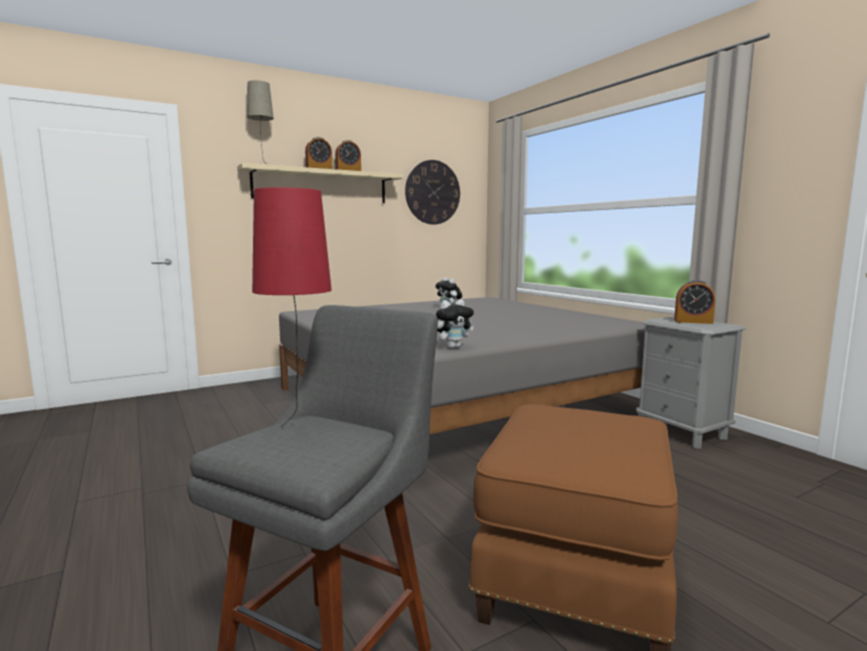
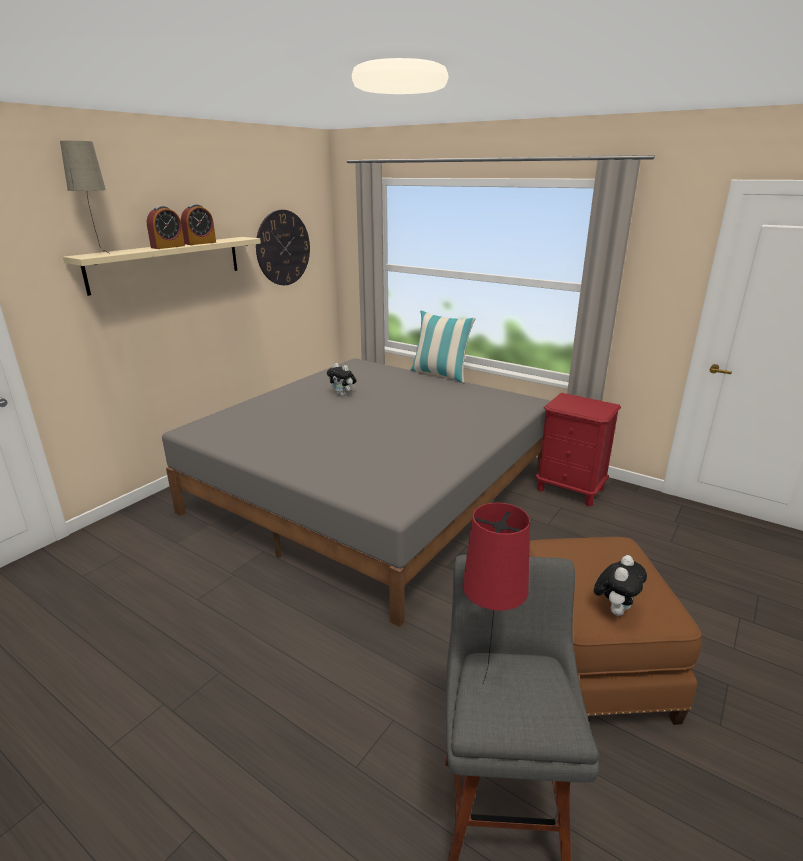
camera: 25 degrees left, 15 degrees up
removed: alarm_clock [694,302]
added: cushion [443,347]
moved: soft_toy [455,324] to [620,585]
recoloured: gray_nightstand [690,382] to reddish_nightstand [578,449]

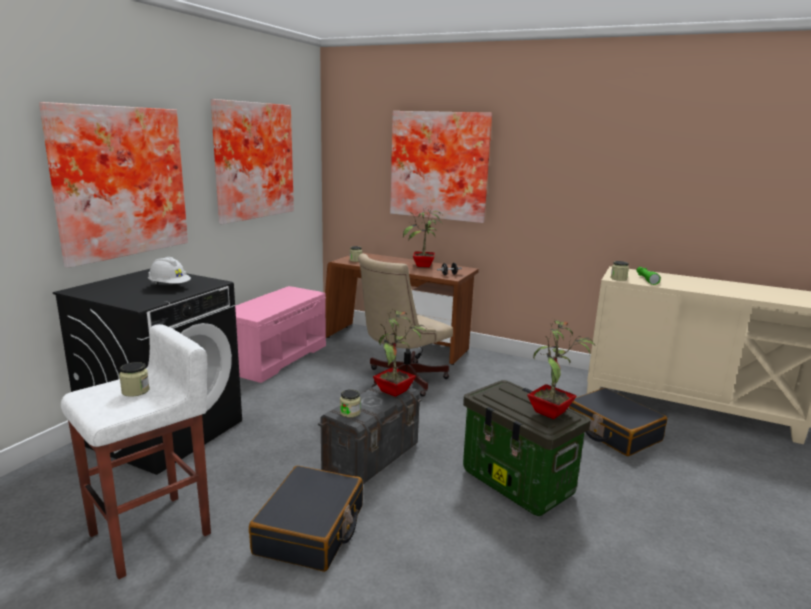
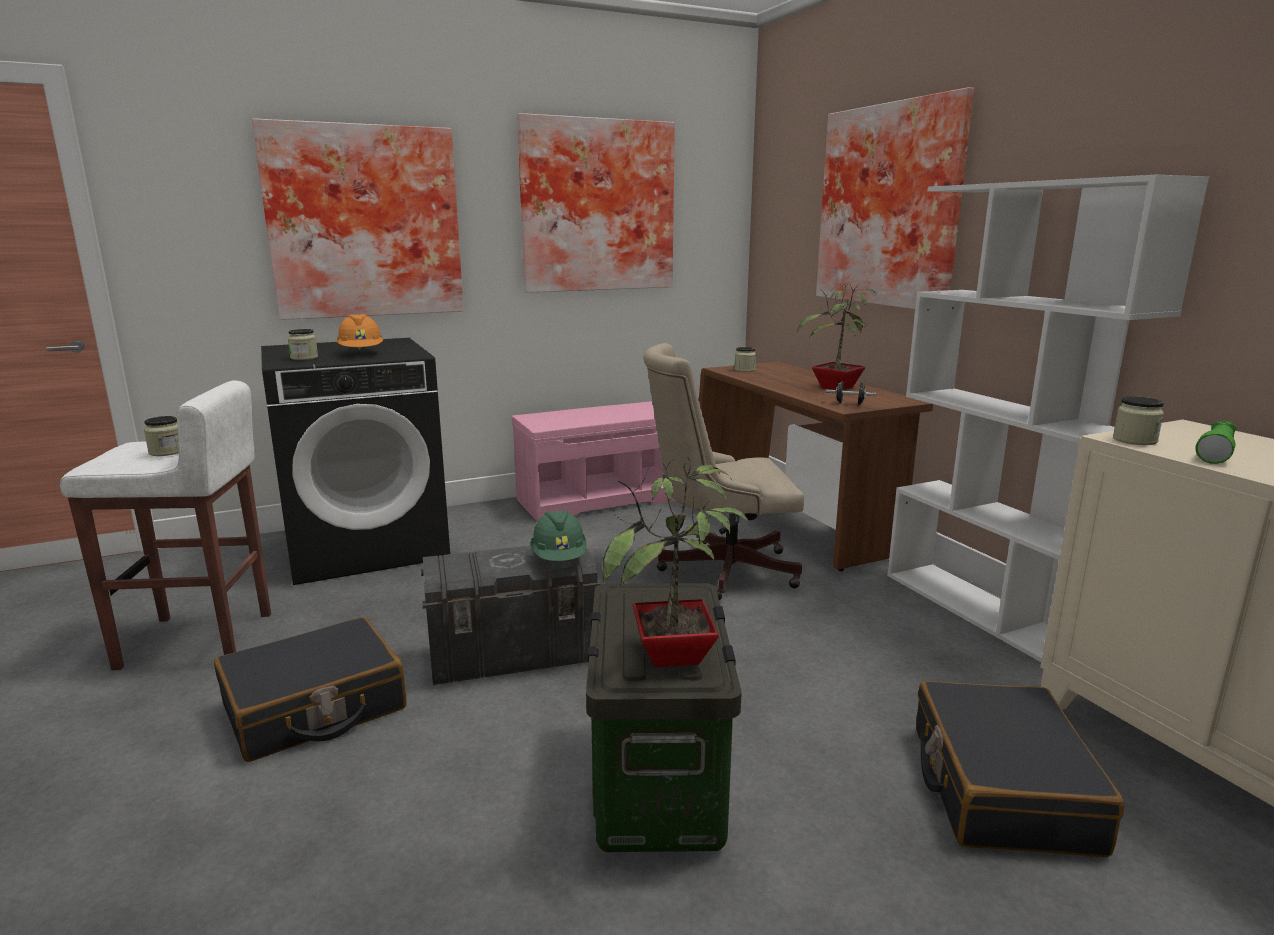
camera: 40 degrees right, 0 degrees up
added: whitish_shelving_unit [1048,418]
moved: preserve_jar [350,403] to [303,344]
replaced: potted_plant [400,353] to greenish_work_helmet [558,535]
recoloured: whitish_work_helmet [169,270] to orange_work_helmet [359,332]

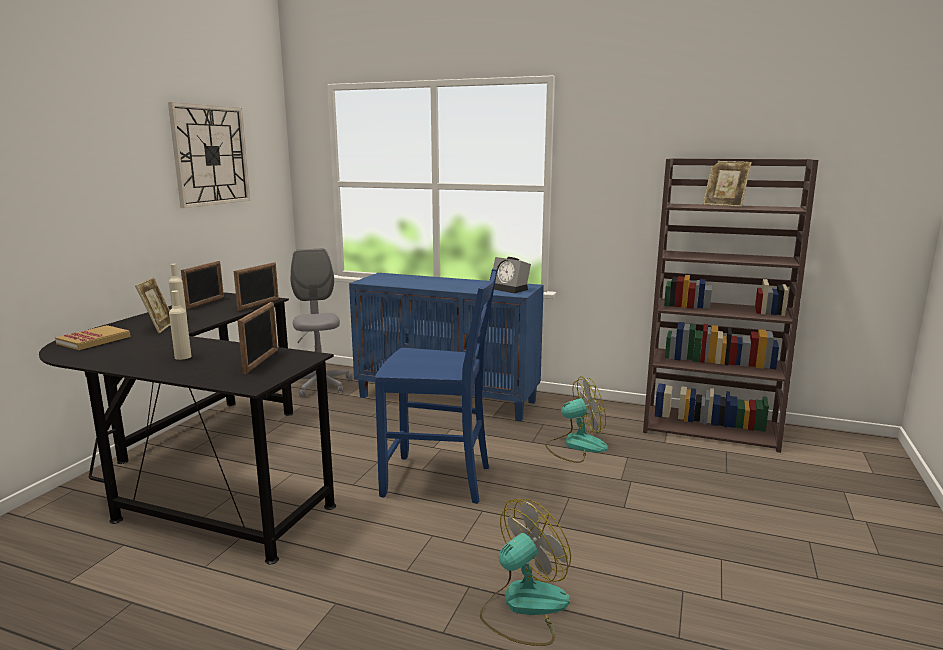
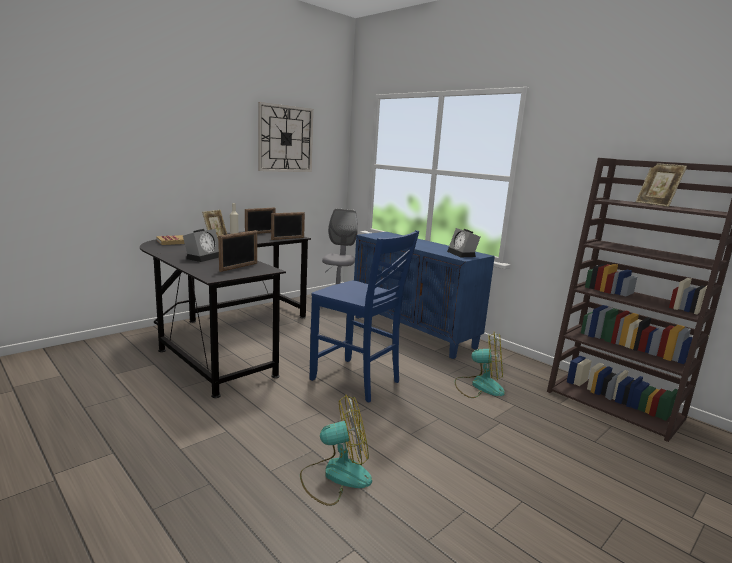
camera: 25 degrees right, 0 degrees up
replaced: sand-coloured_bottle [180,325] to alarm_clock [201,245]

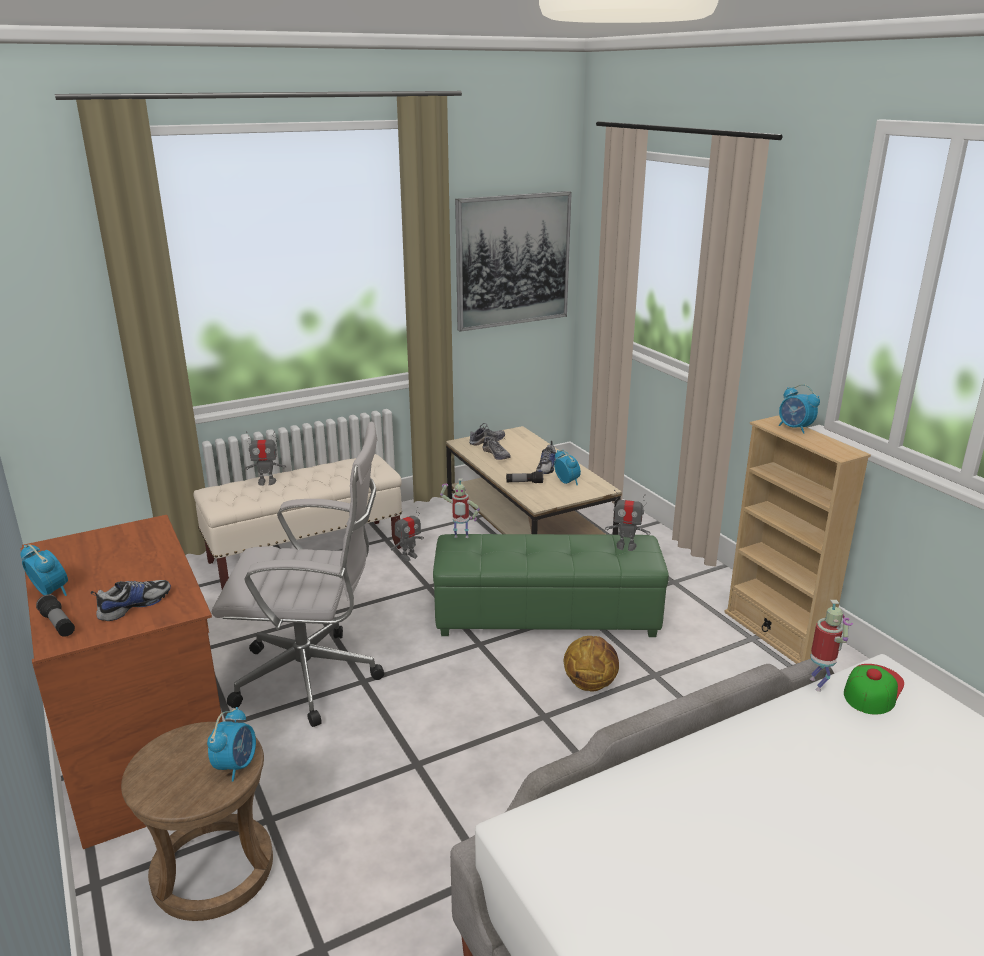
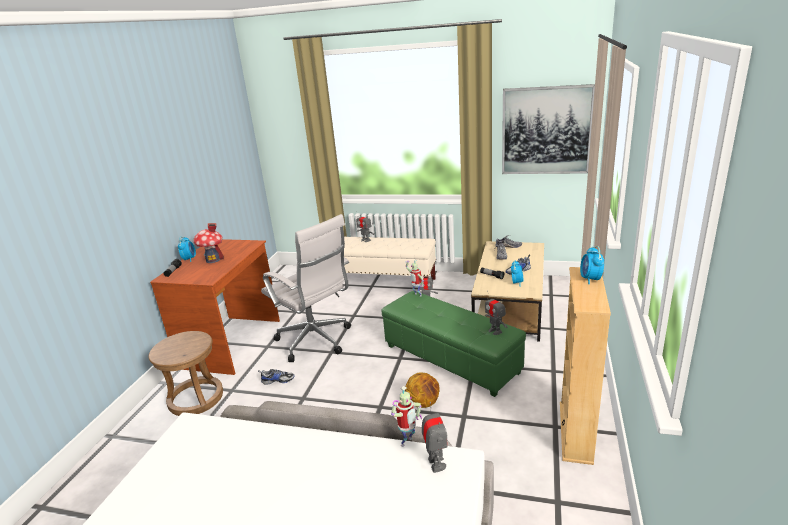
camera: 45 degrees right, 0 degrees up
removed: alarm_clock [231,744]
added: miniature_house [208,243]
moved: shoe [131,600] to [276,377]
replaced: peaked_cap [874,689] to toy_robot [435,437]

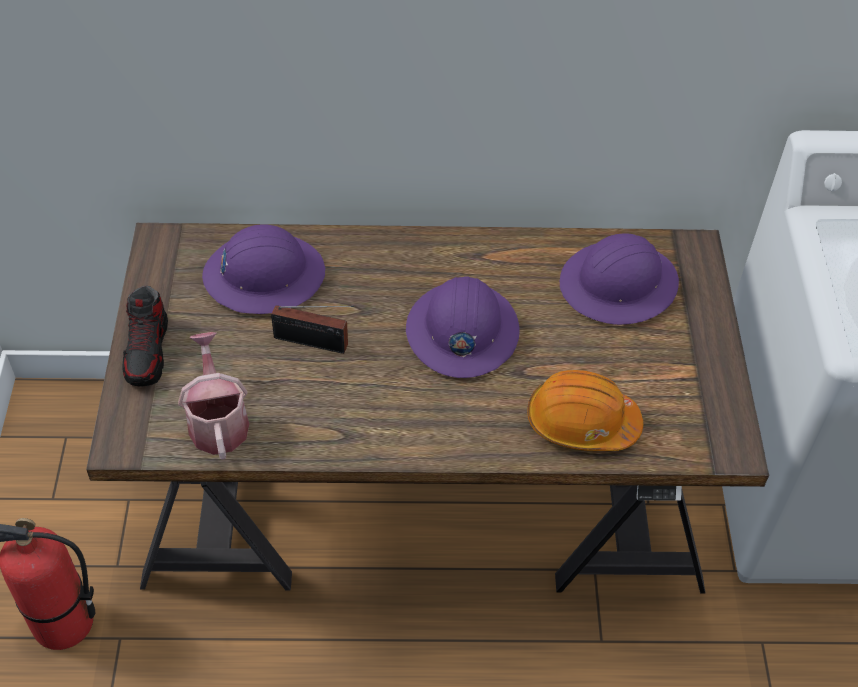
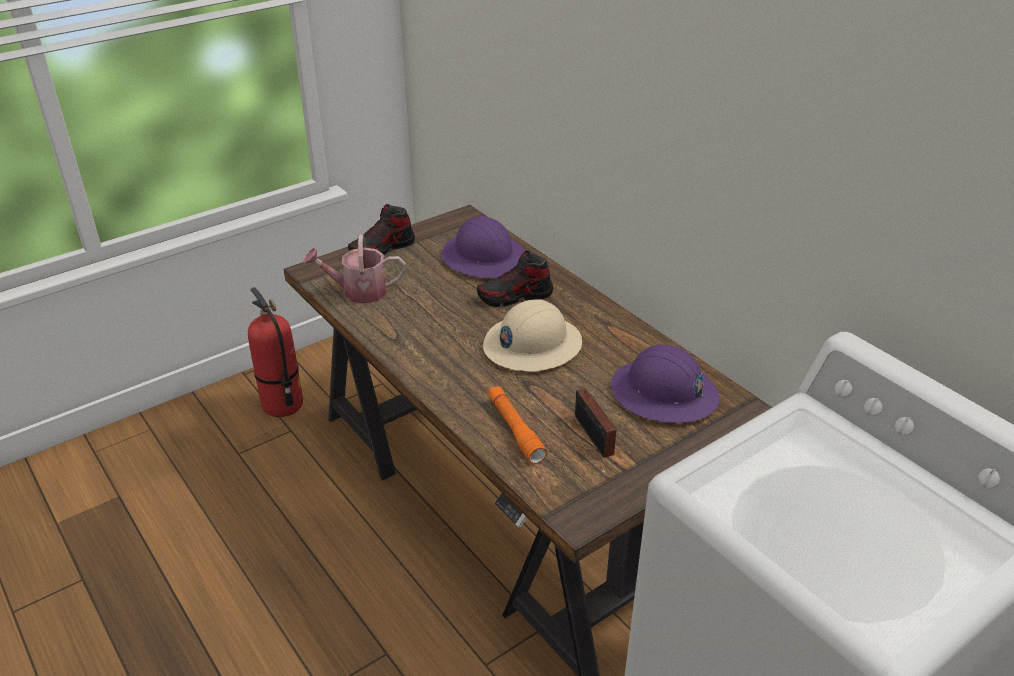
camera: 55 degrees right, 15 degrees down
added: shoe [515,279]
moved: radio_set [312,329] to [597,423]
replaced: orange_work_helmet [585,410] to orange_hand_torch [517,425]
recoloured: purplish_work_helmet [463,327] to sand-coloured_work_helmet [532,335]
turned: watering_can [213,396] = [354,268] 135 degrees counterclockwise

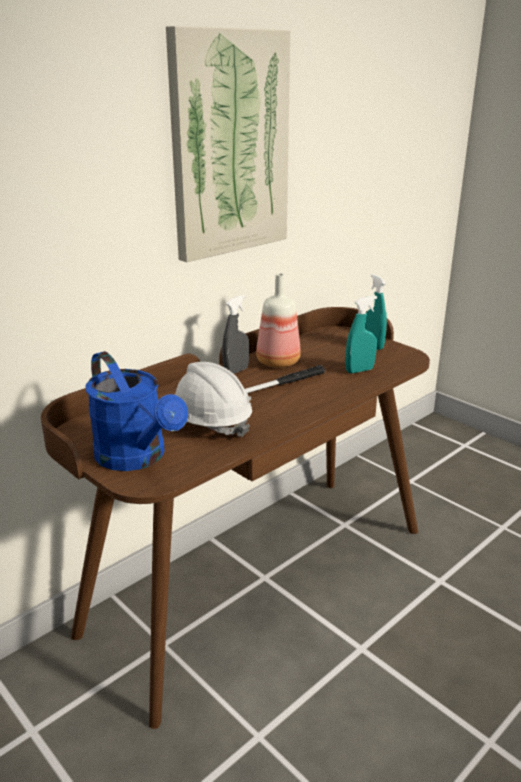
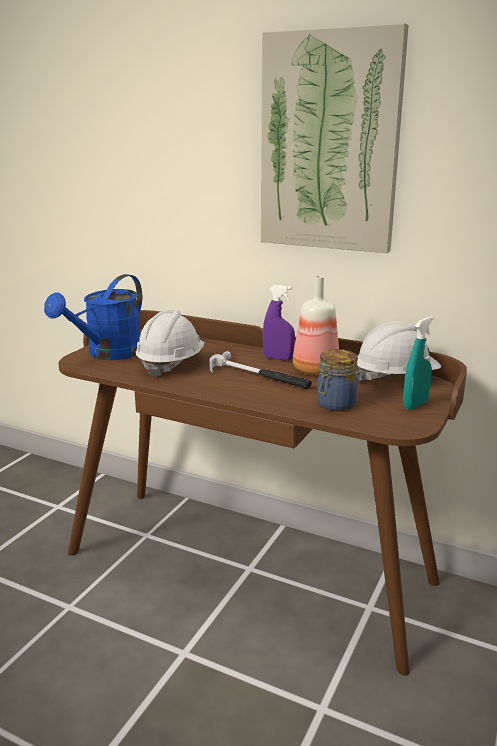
camera: 70 degrees right, 5 degrees down
added: whitish_work_helmet [398,351]
replaced: turquoise_spray_bottle [361,334] to preserve_jar [337,380]
recoloured: gray_spray_bottle [235,334] to purplish_spray_bottle [279,322]

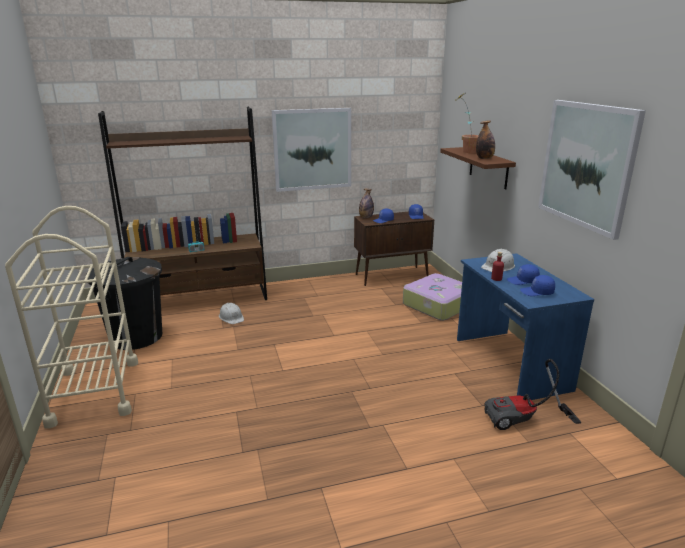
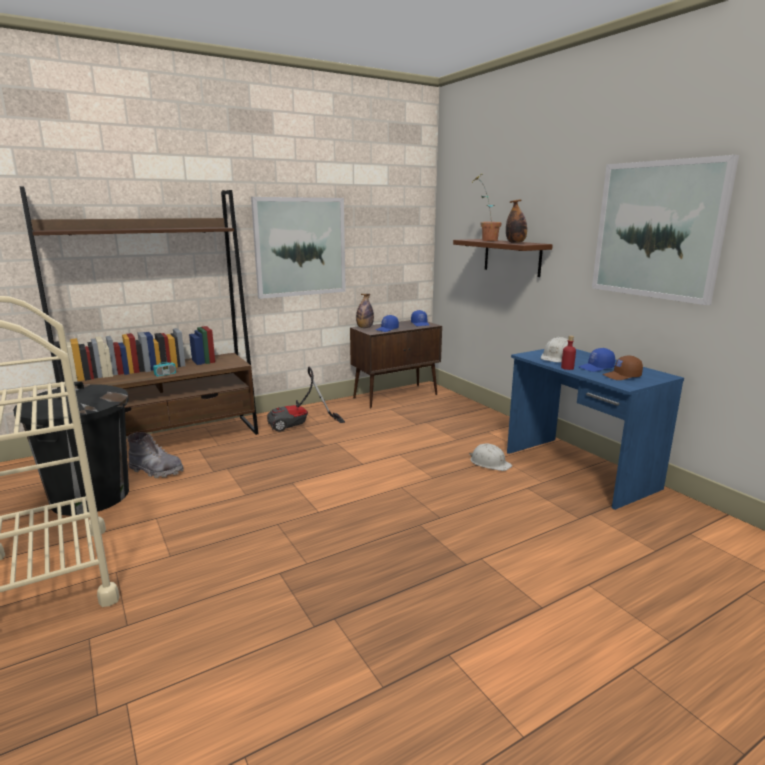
camera: 15 degrees left, 5 degrees down
removed: piece_of_luggage [432,297]
added: gray_tall_boot [155,455]
moved: whitish_work_helmet [231,313] to [490,457]; vacuum [532,394] to [306,399]
recoloured: blue_peaked_cap [537,285] to brown-coloured_peaked_cap [623,367]

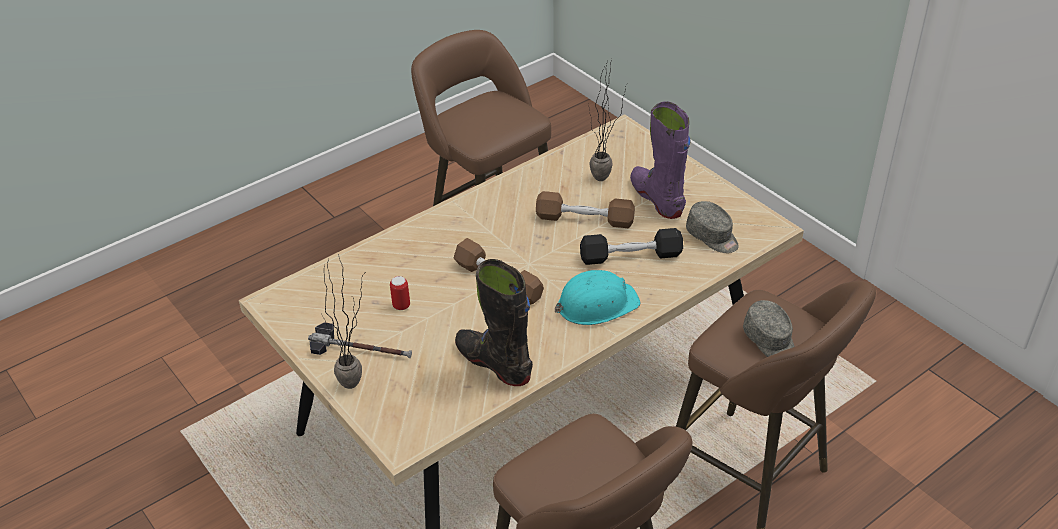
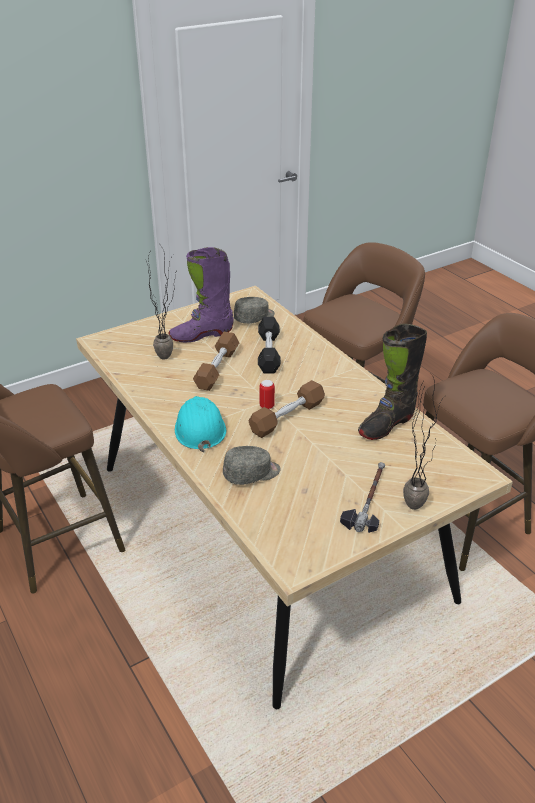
camera: 85 degrees left, 5 degrees down
moved: sealed_can [400,293] to [267,394]; turquoise_work_helmet [597,297] to [200,424]; gray_peaked_cap [769,328] to [252,465]

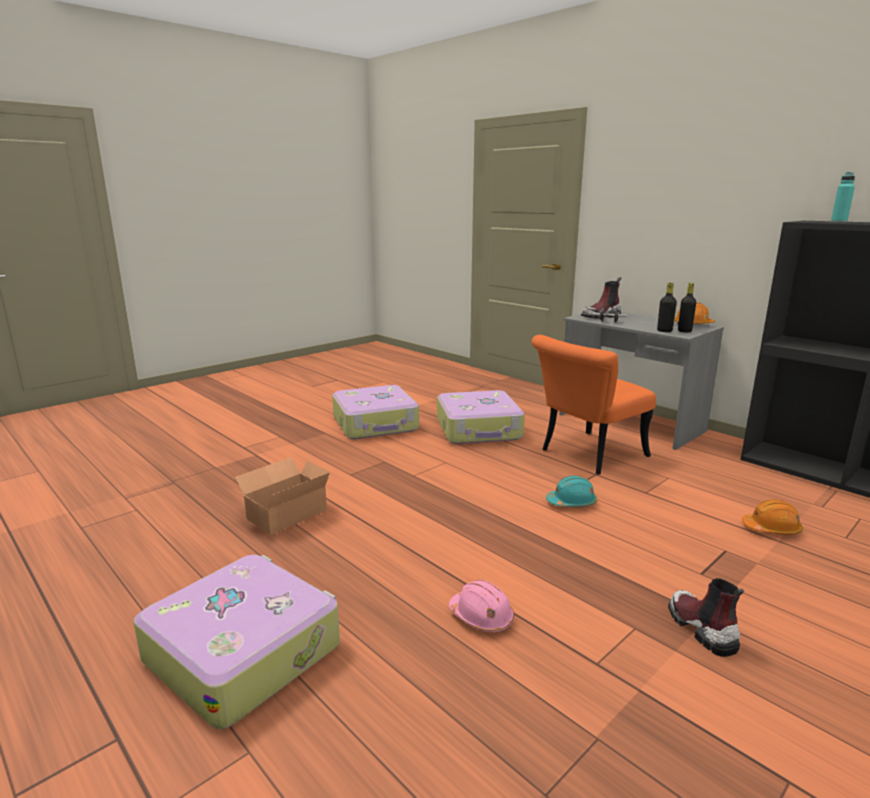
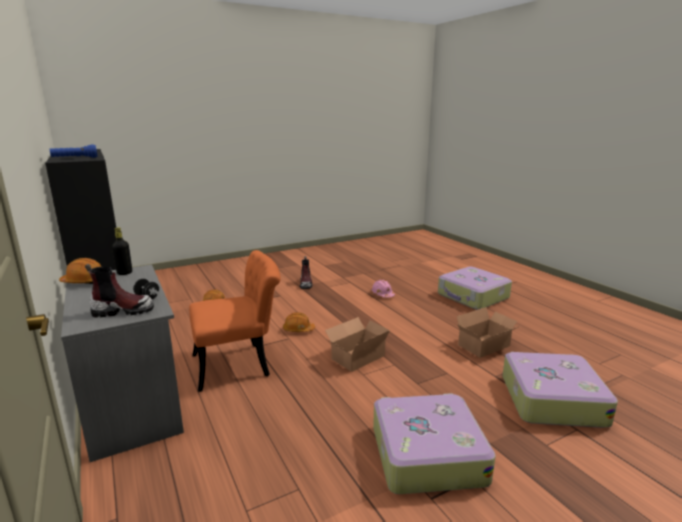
camera: 165 degrees left, 0 degrees up
removed: black-coloured_bottle [667,307]
added: carton [357,344]
moved: piece_of_luggage [481,417] to [560,390]
replaced: turquoise_bottle [843,197] to blue_hand_torch [73,151]
recoloured: turquoise_work_helmet [571,491] to orange_work_helmet [299,322]

